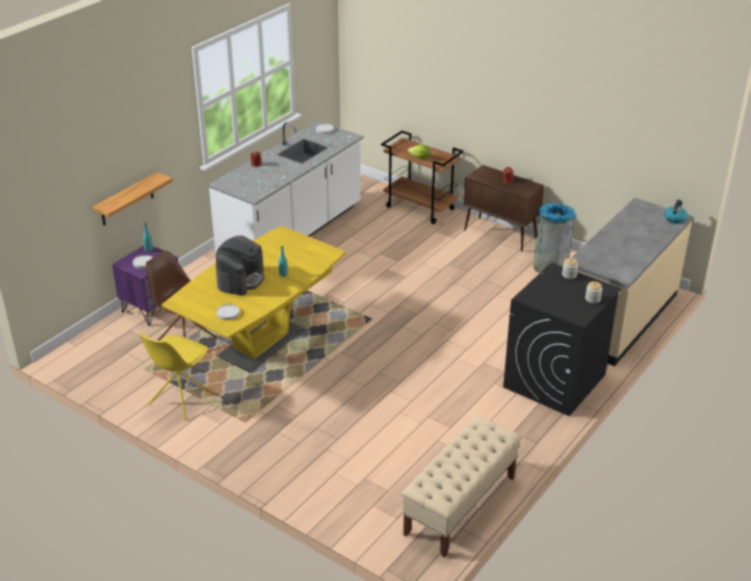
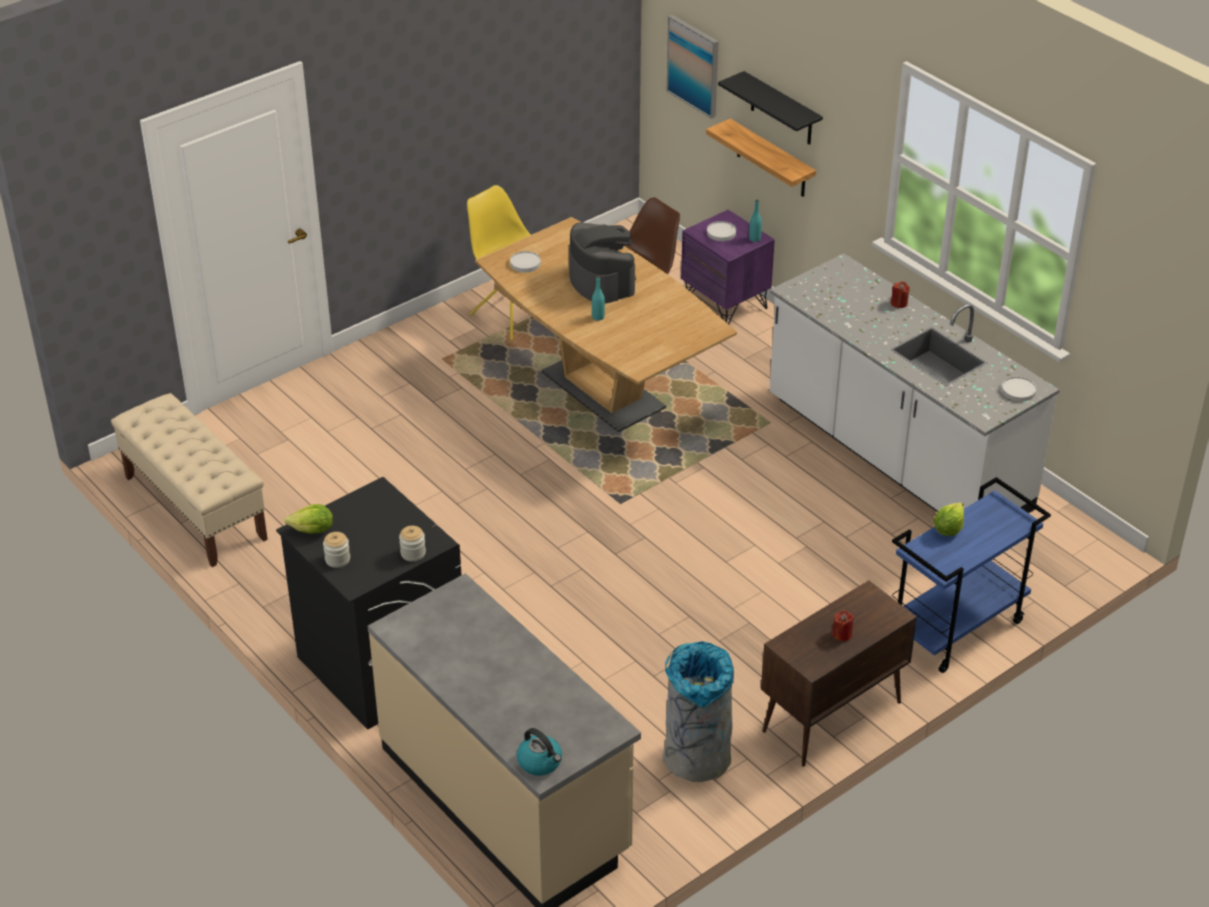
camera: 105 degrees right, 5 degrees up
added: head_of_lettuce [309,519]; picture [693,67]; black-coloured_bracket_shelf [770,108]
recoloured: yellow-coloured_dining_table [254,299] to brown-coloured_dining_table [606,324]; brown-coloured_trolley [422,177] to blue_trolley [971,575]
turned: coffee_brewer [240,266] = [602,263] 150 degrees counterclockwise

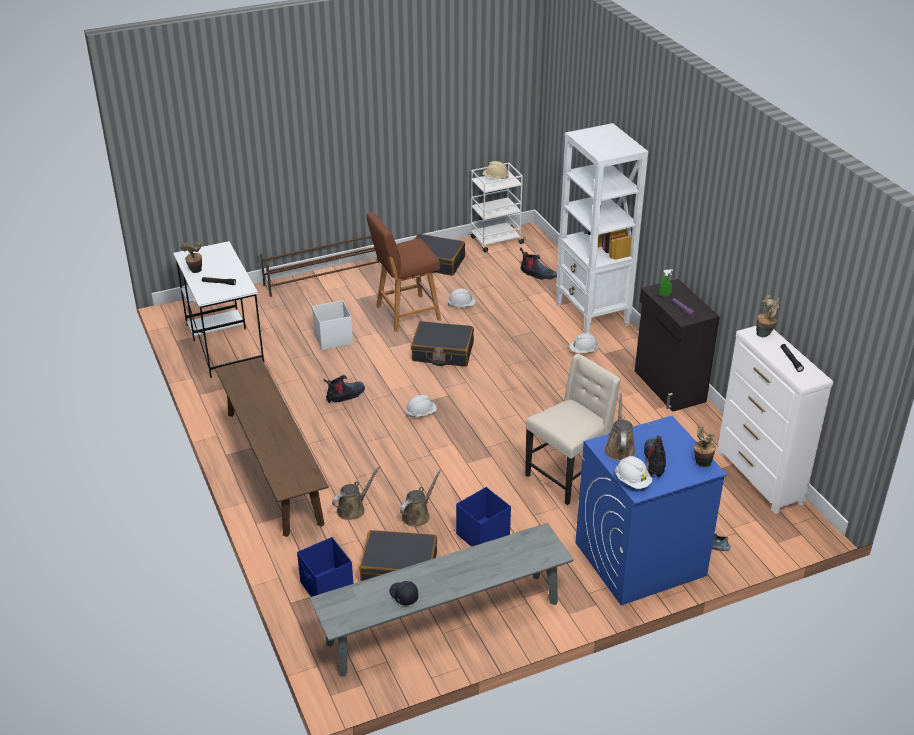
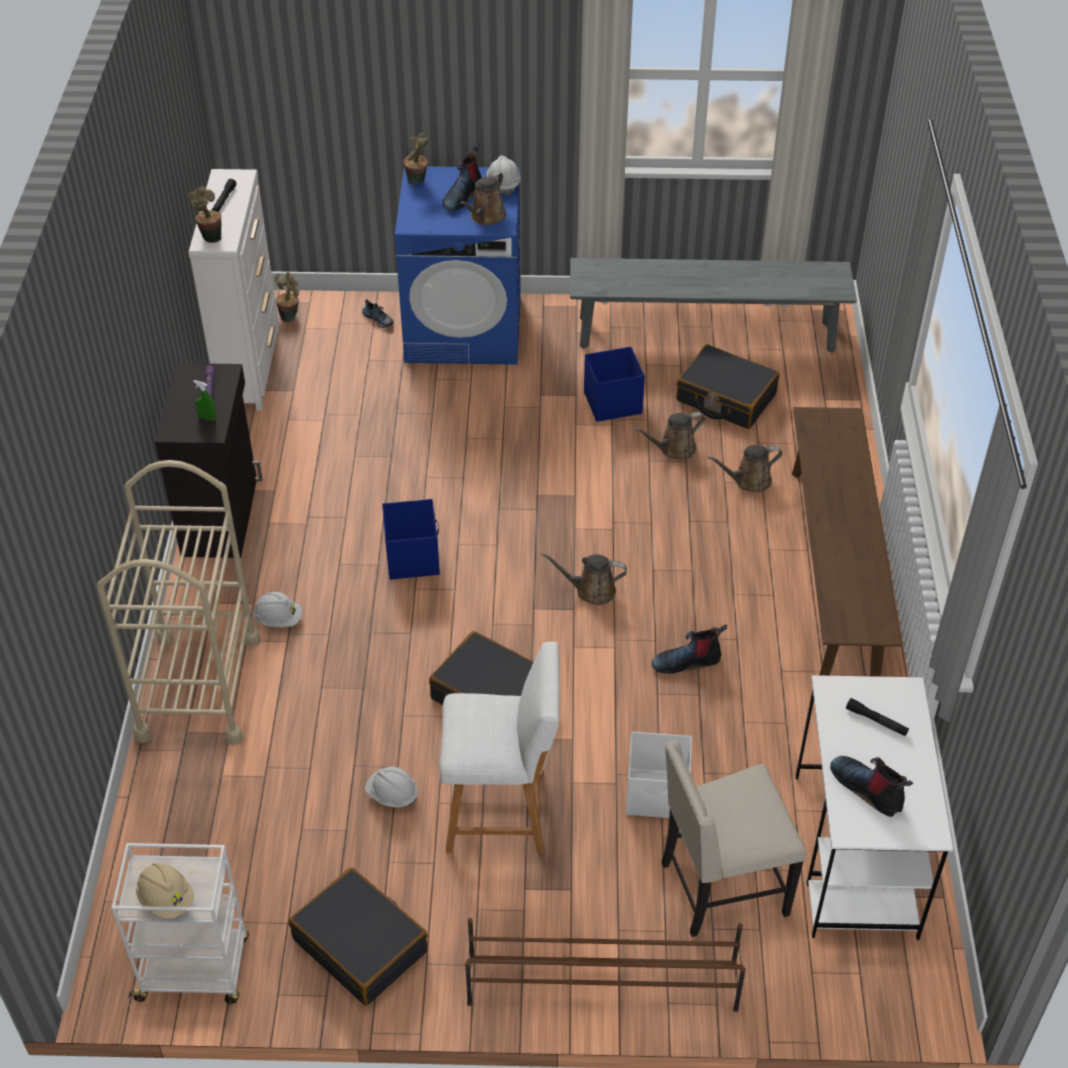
camera: 155 degrees left, 10 degrees up
removed: black-coloured_peaked_cap [403,593]
moved: potted_plant [191,257] to [286,297]; blue_storage_box [325,567] to [411,539]; tall_boot [538,264] to [871,786]; sand-coloured_chair [573,429] to [734,838]
replaced: whitish_work_helmet [421,406] to brown-coloured_watering_can [584,579]; whitish_shelving_unit [602,228] to sand-coloured_trolley [179,602]
recoloured: brown-coloured_stool [403,272] to whitish_stool [499,747]

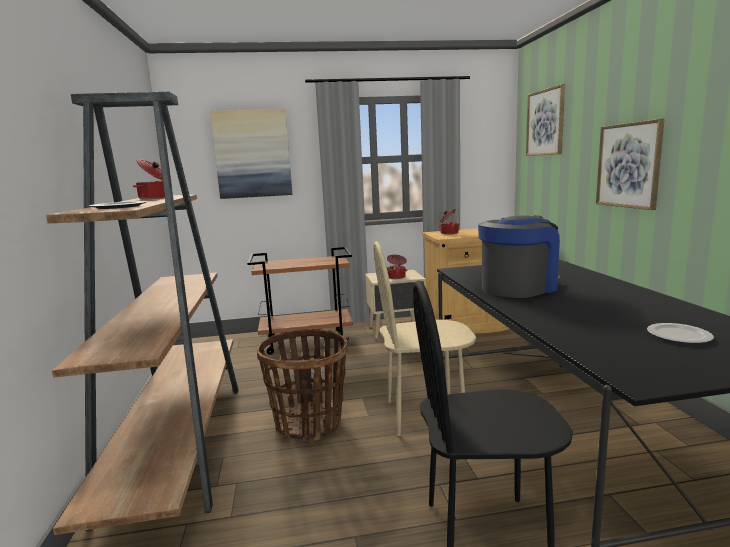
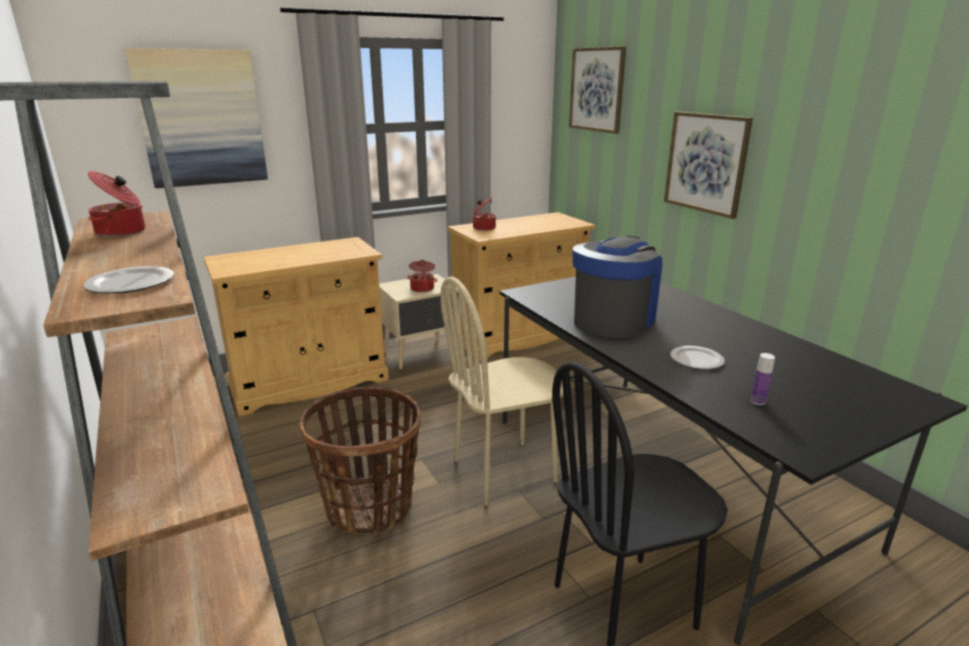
camera: 20 degrees left, 10 degrees up
added: bottle [763,379]
moved: plate [680,333] to [698,357]
replaced: brown-coloured_trolley [300,301] to sand-coloured_cupboard [296,326]

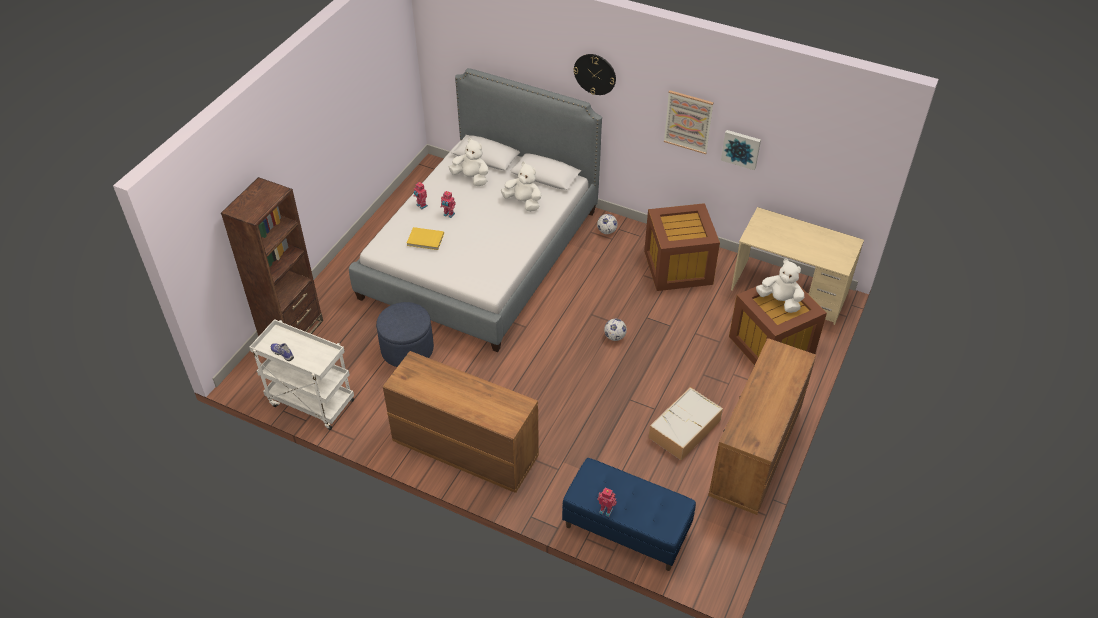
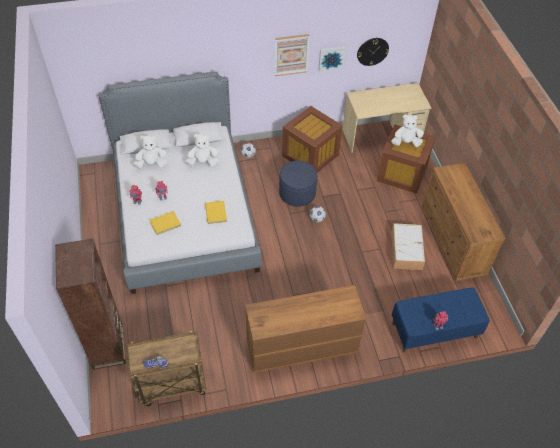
camera: 40 degrees left, 5 degrees up
added: yellow-coloured_volume [216,212]
moved: blue_pouffe [405,334] to [298,184]; clock_on_the_wall [594,74] to [373,52]
recoloured: whitish_trolley [301,374] to brown-coloured_trolley [166,368]

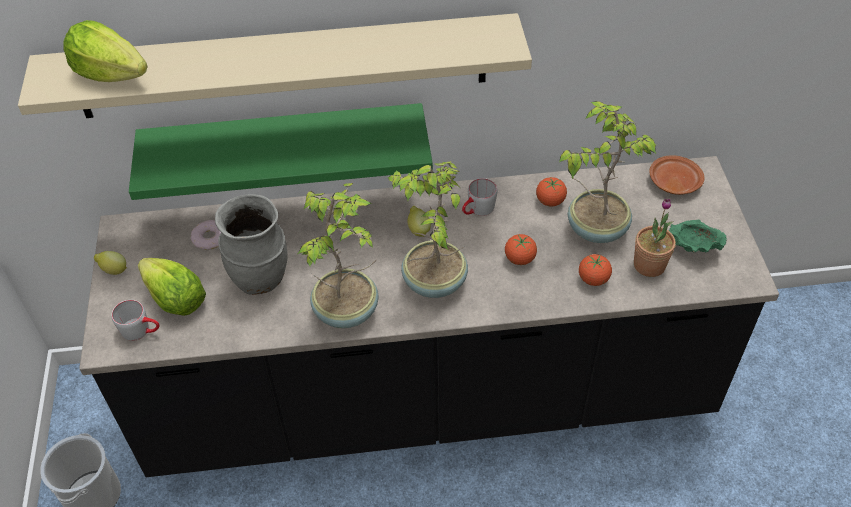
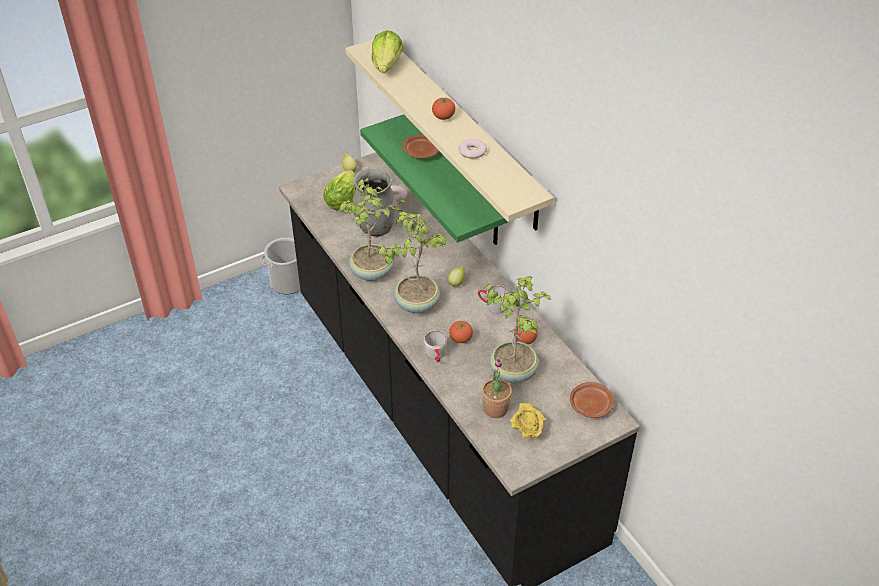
camera: 65 degrees right, 5 degrees down
added: brown-coloured_plate [420,146]; doughnut [472,149]
moved: gray_tea_mug [135,320] to [435,346]; fresh_tomato [595,270] to [443,109]
recoloured: greenish_deep_dish [697,236] to yellow-coloured_deep_dish [528,421]

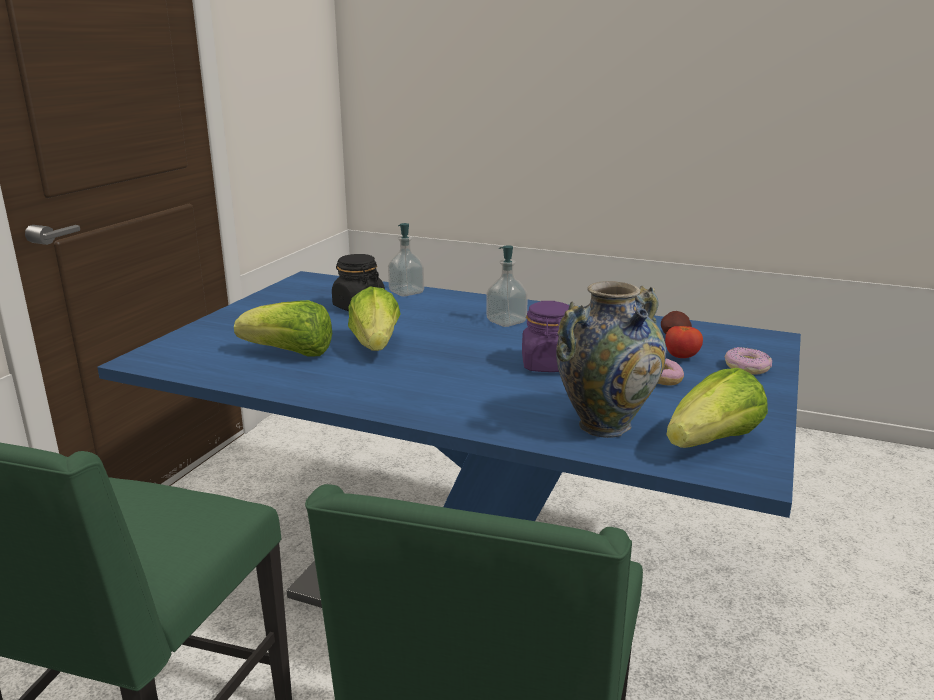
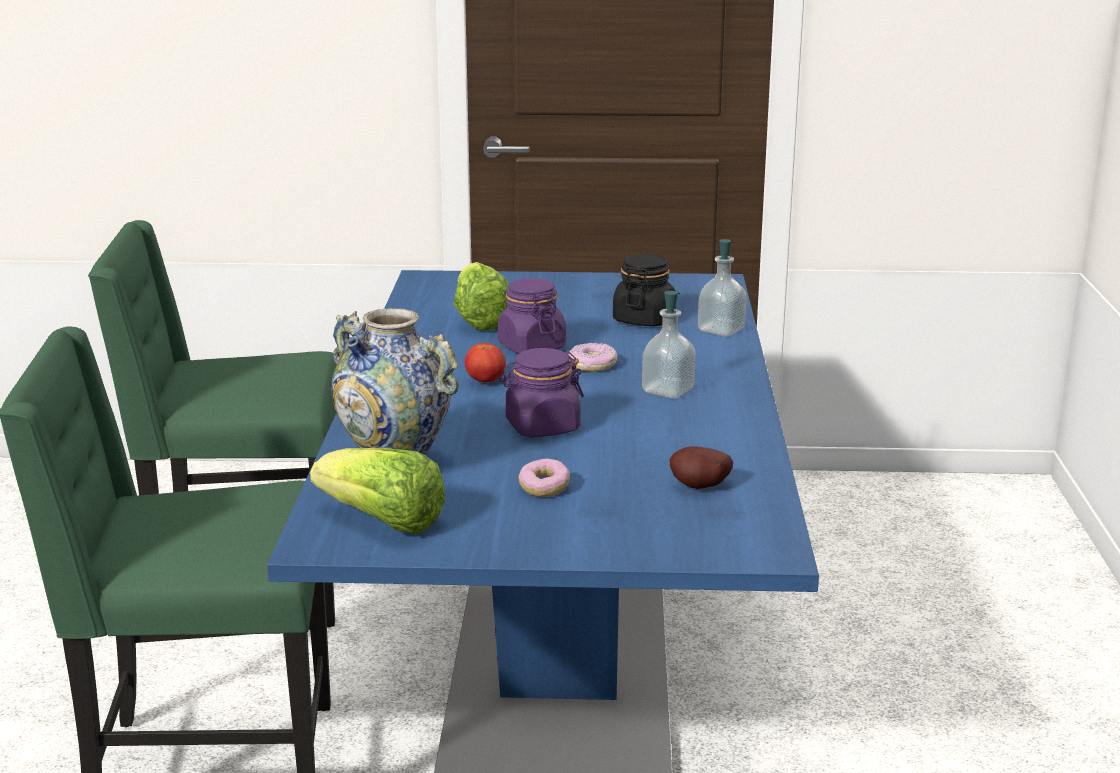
camera: 70 degrees right, 0 degrees up
moved: fresh_tomato [684,342] to [485,362]; doughnut [748,361] to [592,357]
replaced: head_of_lettuce [374,318] to purplish_preserve_jar [532,316]

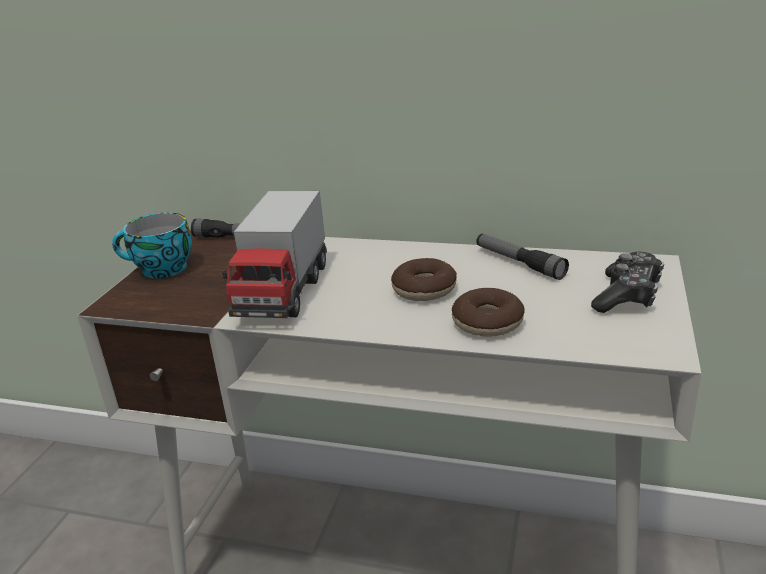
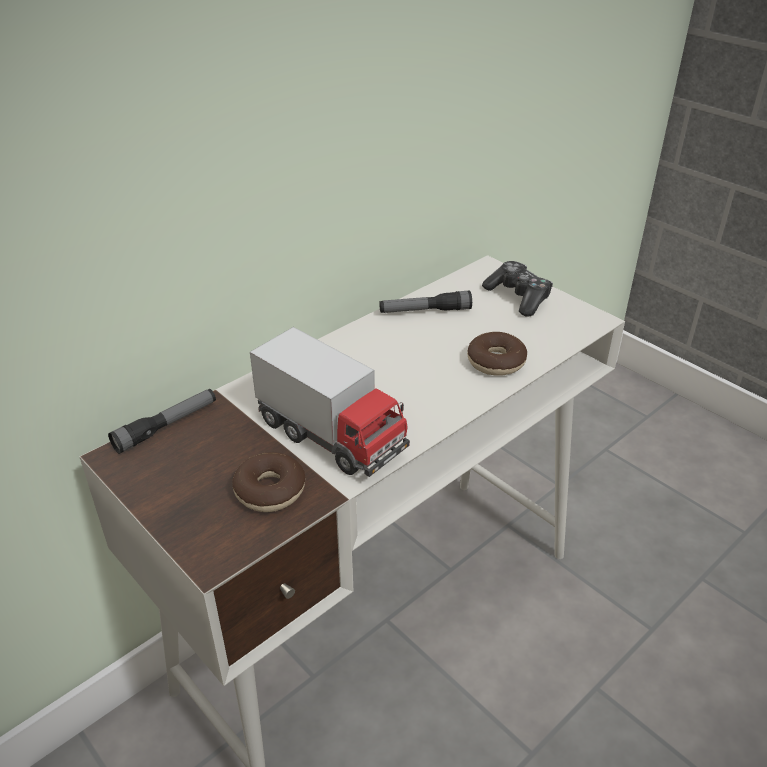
camera: 60 degrees left, 10 degrees up
removed: small_cup [152,245]
moved: doughnut [424,279] to [268,482]

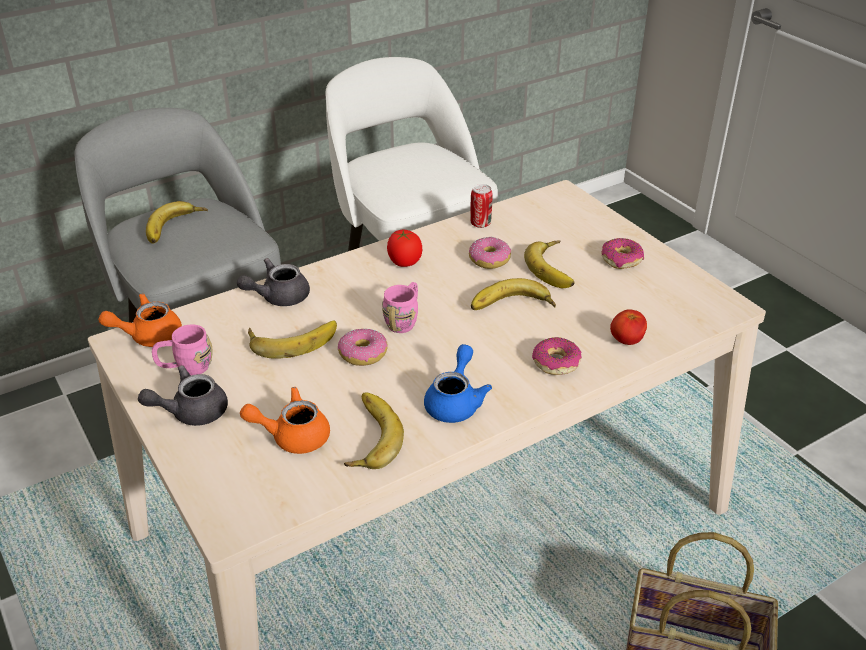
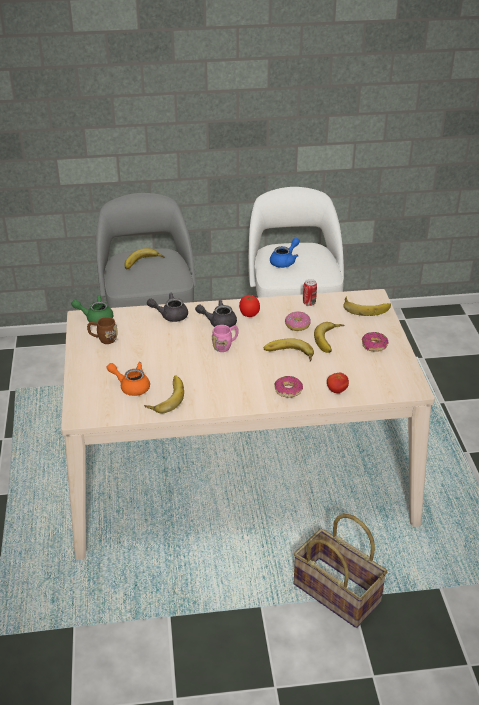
camera: 25 degrees right, 0 degrees up
removed: doughnut [362,347]
moved: gray_teapot [183,395] to [216,313]; banana_fruit [292,340] to [367,306]; blue_teapot [458,383] to [285,253]
recoloured: orange_teapot [140,320] to greenish_teapot [92,308]; pink-coloured_tea_mug [182,350] to brown-coloured_tea_mug [102,330]

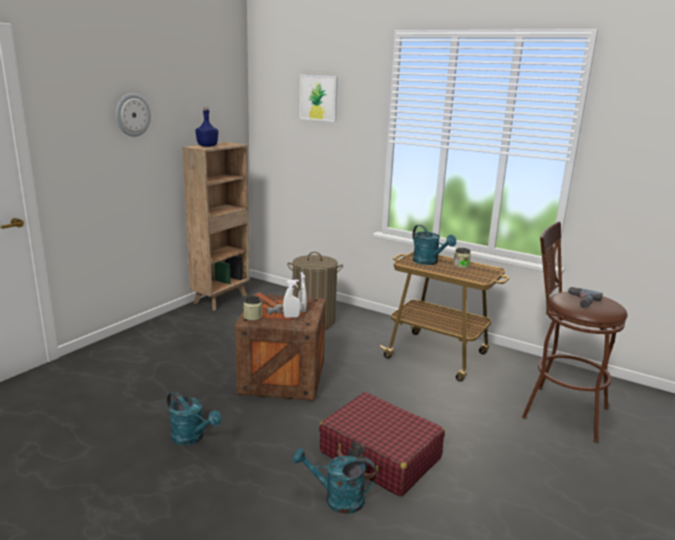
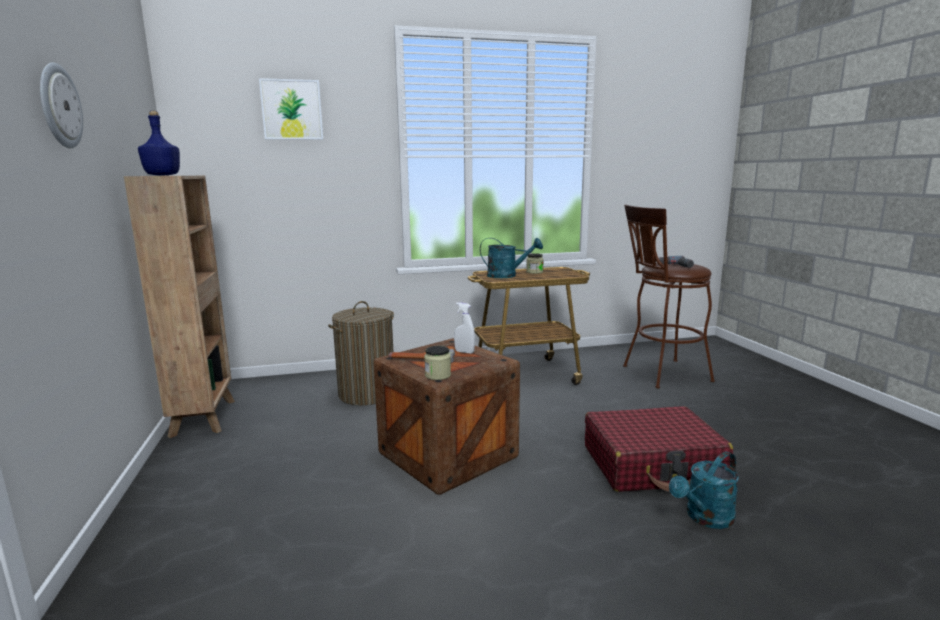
camera: 45 degrees left, 5 degrees down
removed: turquoise_watering_can [194,418]; whitish_spray_bottle [292,299]

